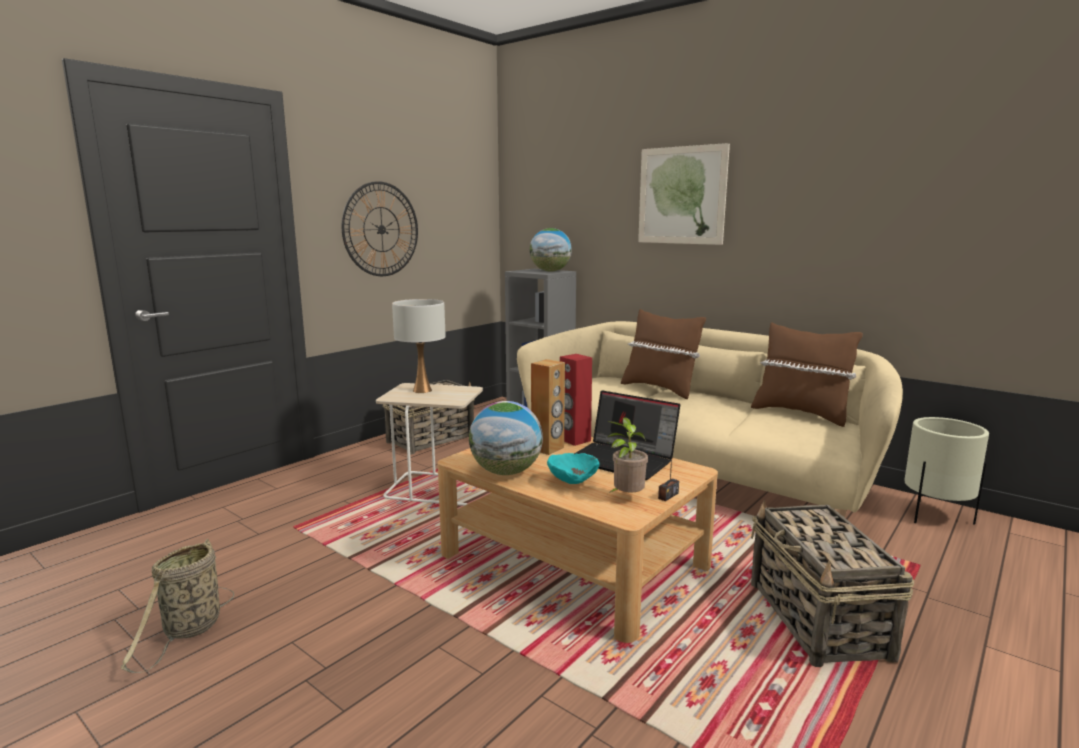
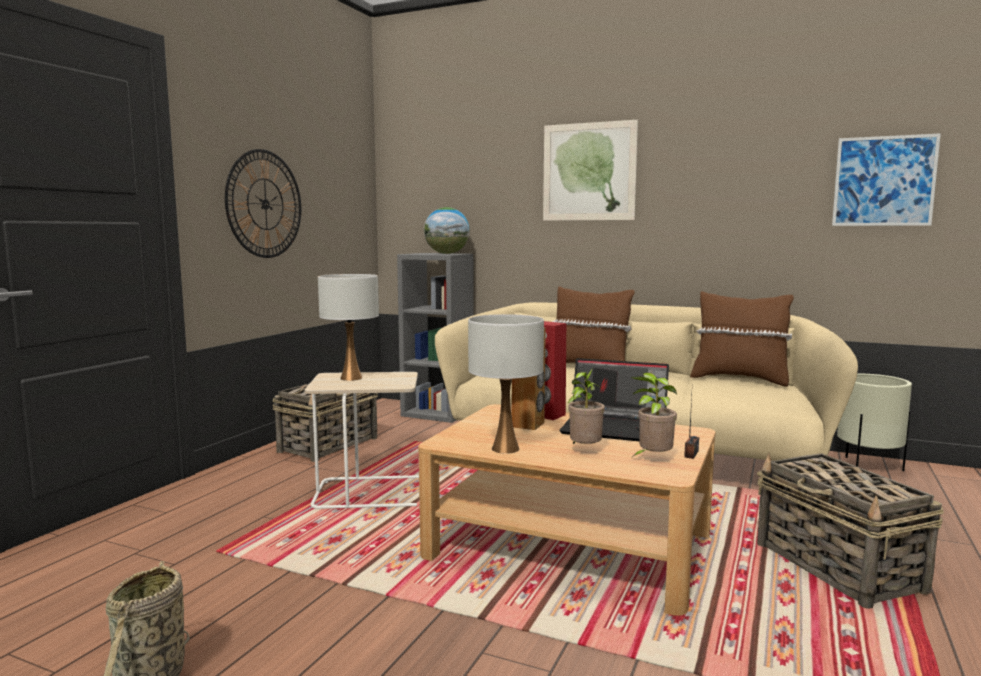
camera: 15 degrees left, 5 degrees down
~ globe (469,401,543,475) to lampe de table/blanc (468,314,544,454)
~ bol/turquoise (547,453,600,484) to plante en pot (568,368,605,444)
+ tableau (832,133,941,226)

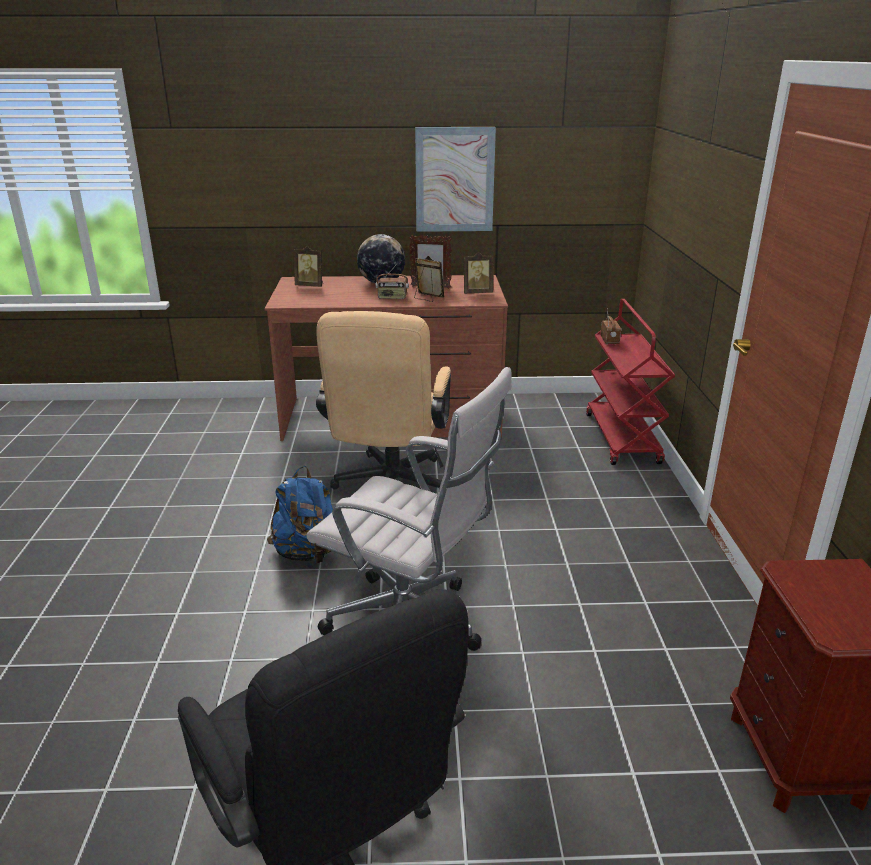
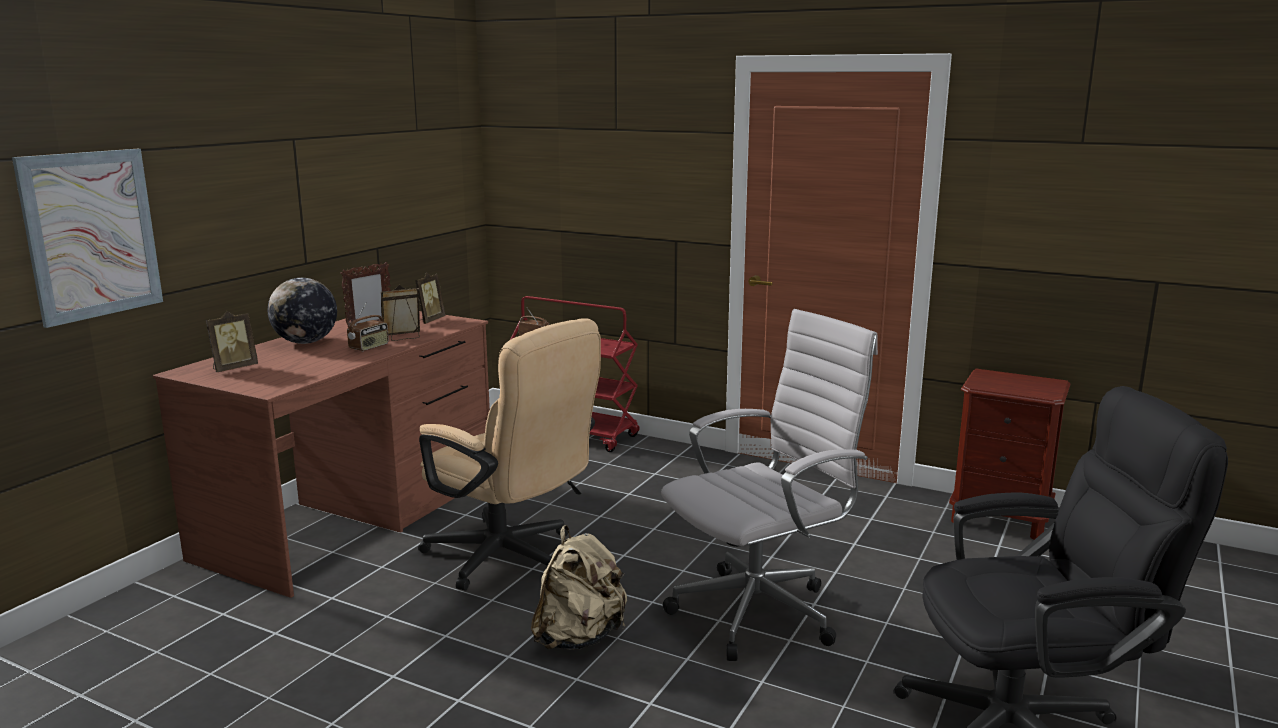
camera: 60 degrees left, 10 degrees down
~ tableau (415,127,496,232) to (12,149,163,328)
~ sac à dos/bleu (267,466,333,563) to sac à dos/beige (531,525,627,650)

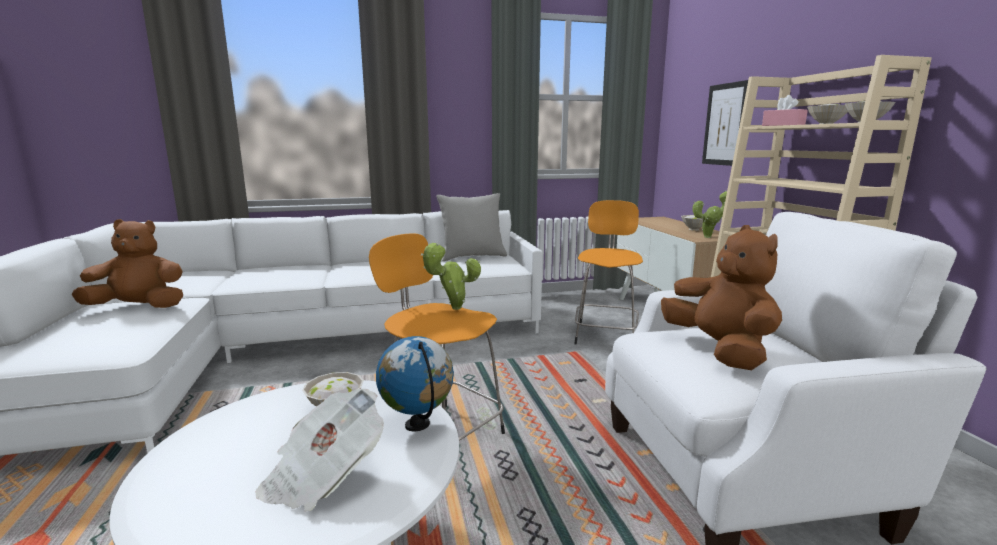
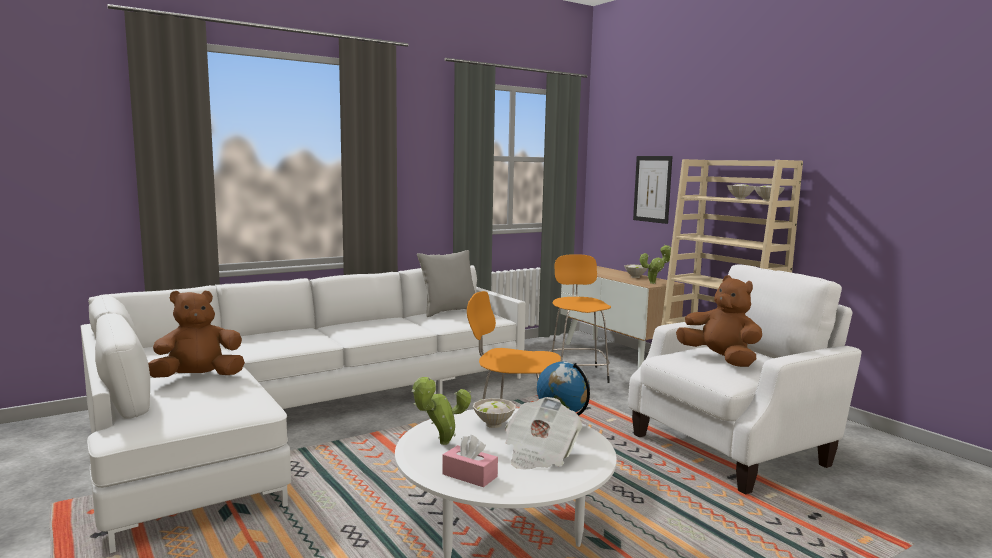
camera: 20 degrees left, 5 degrees down
~ plante en pot (421,243,481,310) to (412,377,471,445)
~ boîte à mouchoirs/rose (762,95,808,126) to (442,435,498,487)

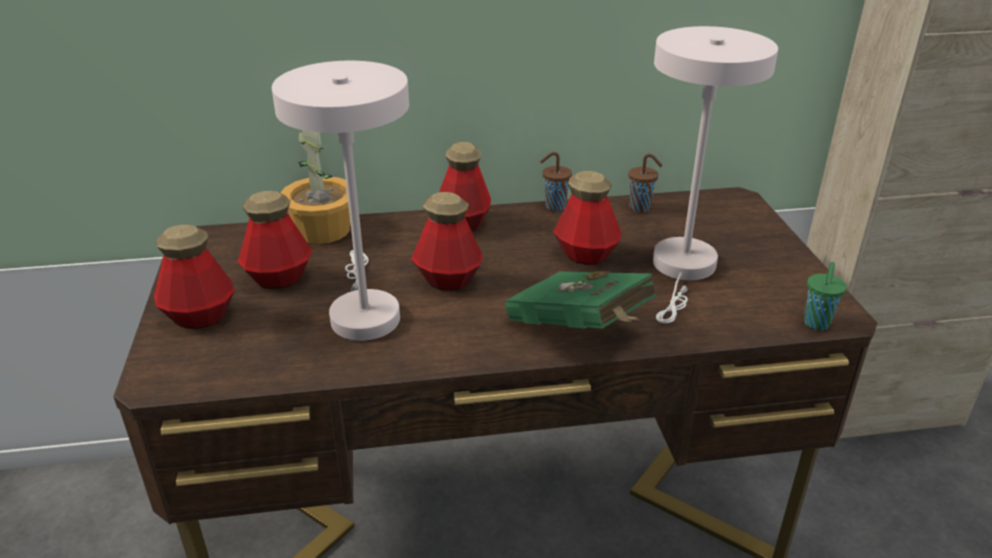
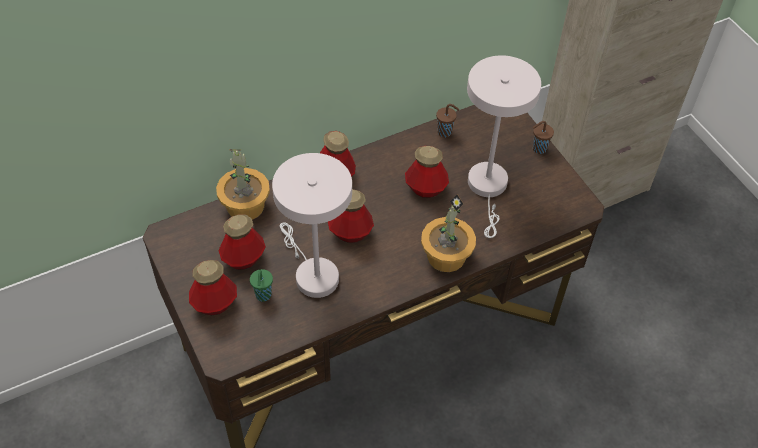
camera: 20 degrees left, 20 degrees up
~ tasse/vert (804,262,847,330) to (250,269,273,302)
~ livre/vert (505,271,656,329) to plante en pot (421,195,476,272)
~ tasse/marron (540,152,572,211) to (533,121,554,154)

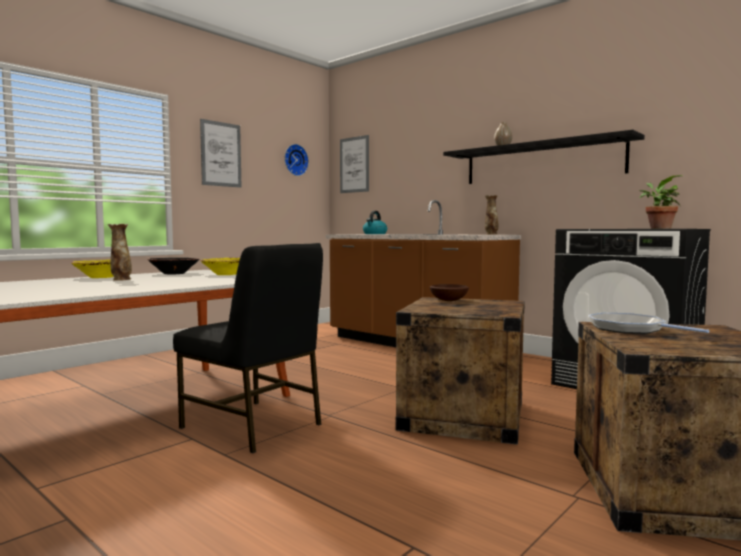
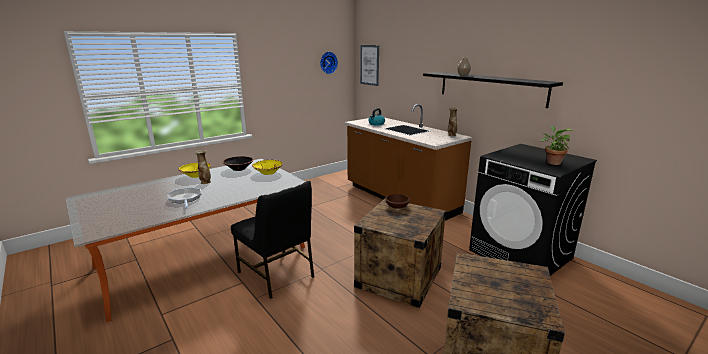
camera: 10 degrees right, 15 degrees up
~ poêle (588,313,710,334) to (168,188,201,209)
- tableau (200,119,241,188)

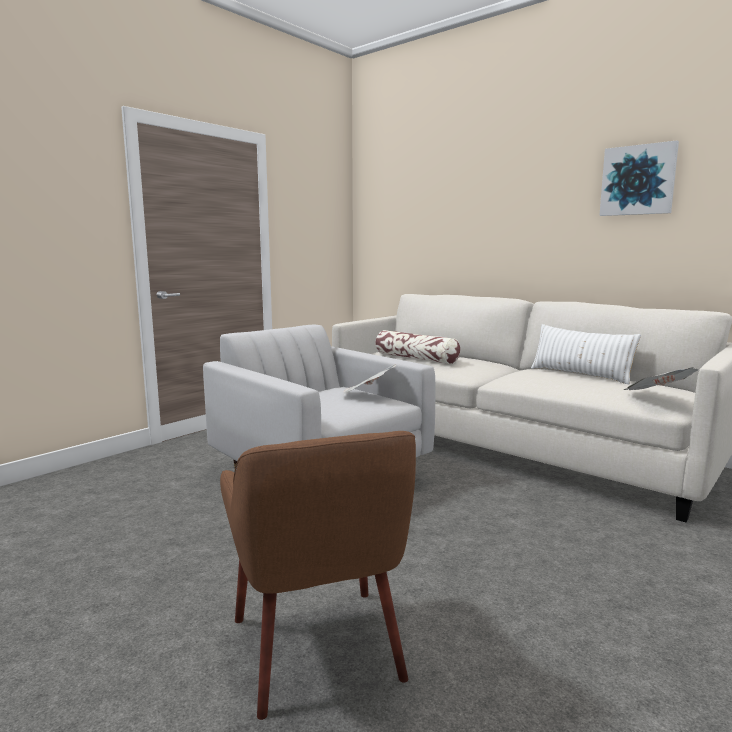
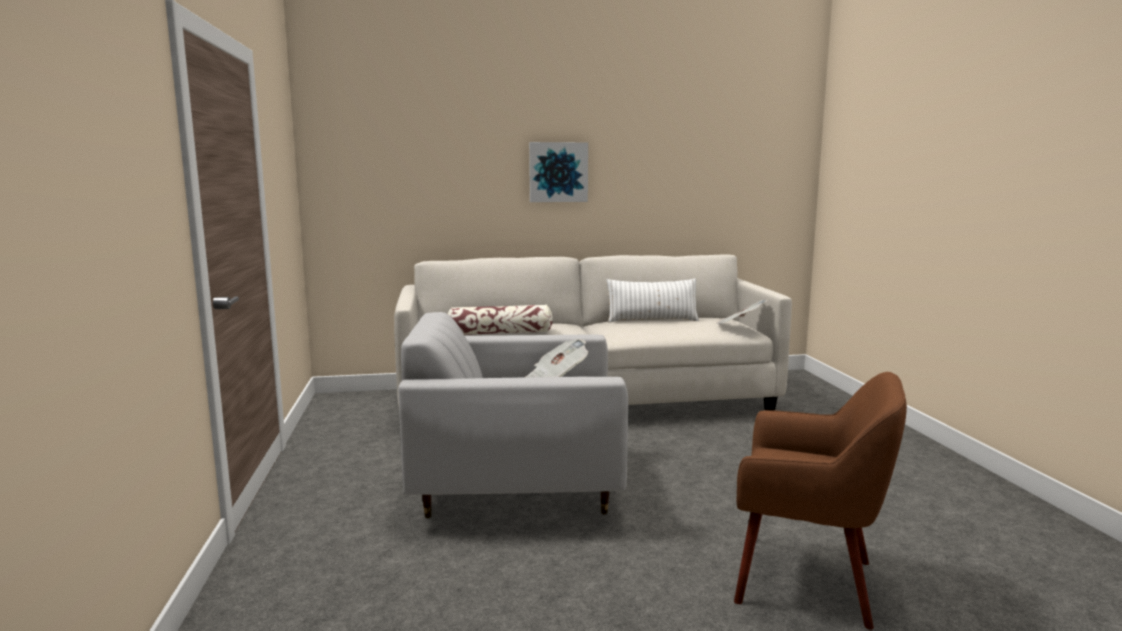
camera: 50 degrees left, 0 degrees up
~ tableau (599,140,679,216) to (529,142,588,202)

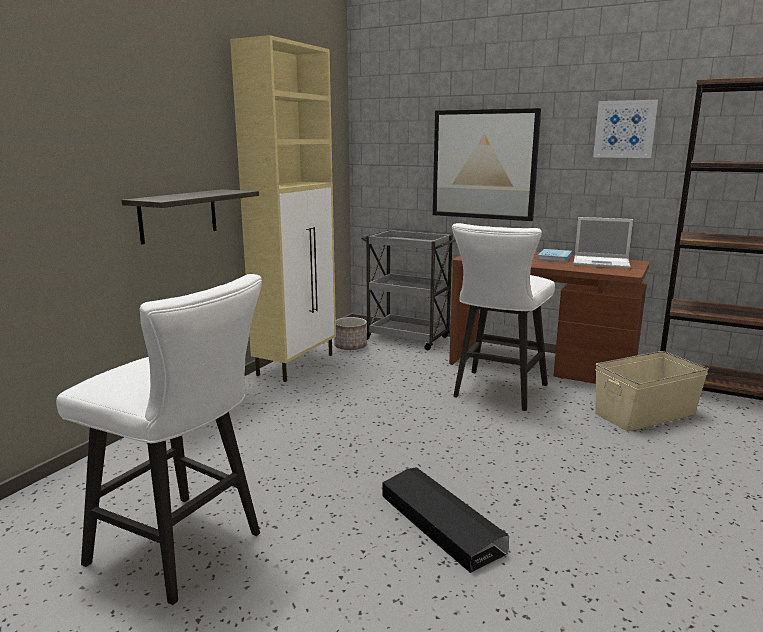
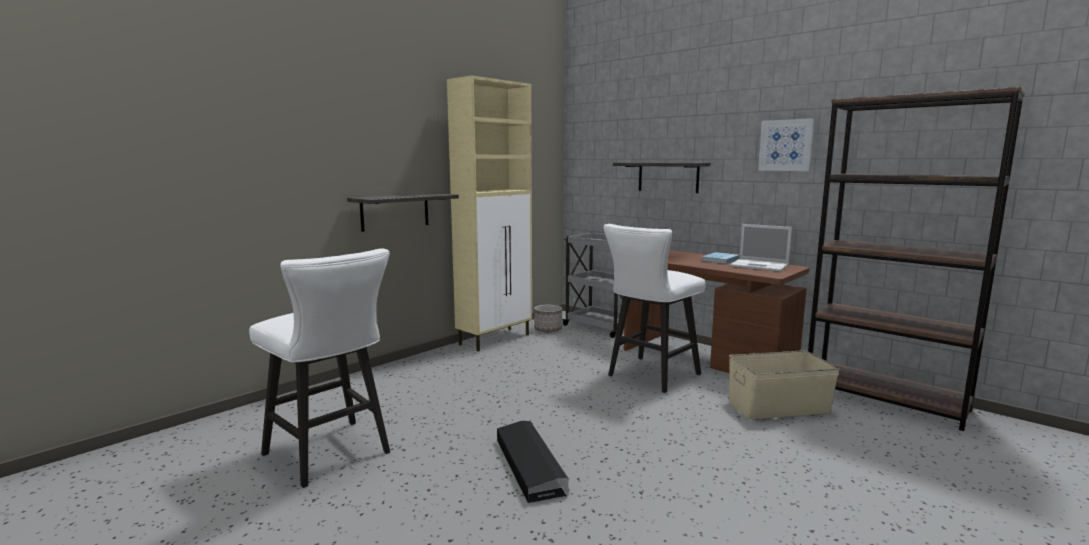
camera: 15 degrees right, 5 degrees down
~ tableau (433,108,541,221) to étagère (613,162,710,193)

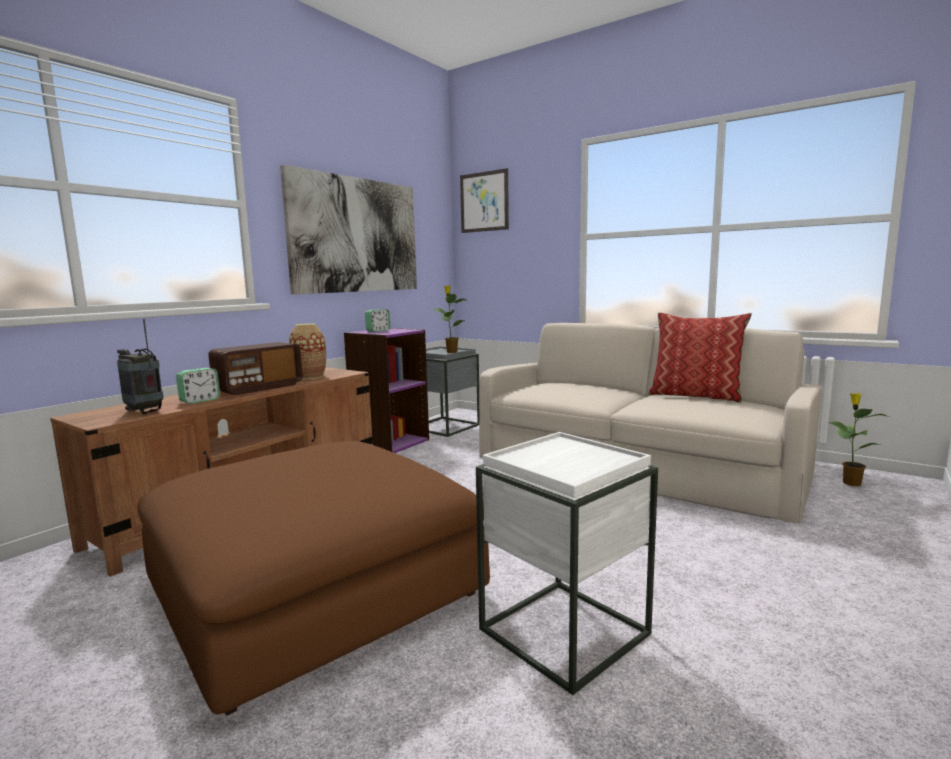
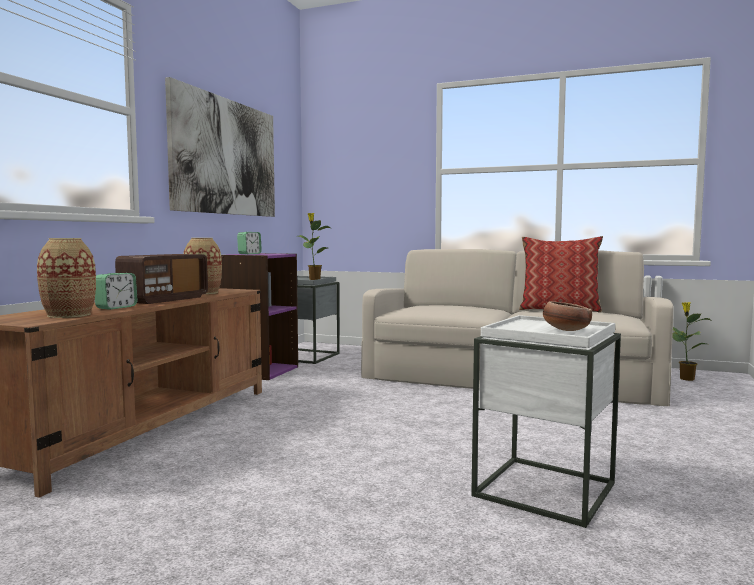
camera: 15 degrees left, 5 degrees down
~ radio (117,319,164,414) to vase (37,238,96,318)
+ bol (543,301,592,331)
- pouf/marron (137,441,490,716)
- tableau (460,168,509,233)

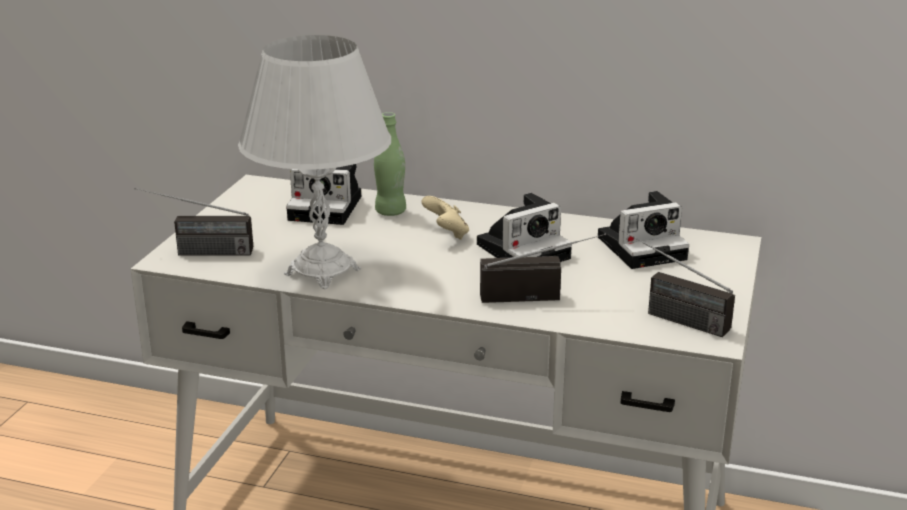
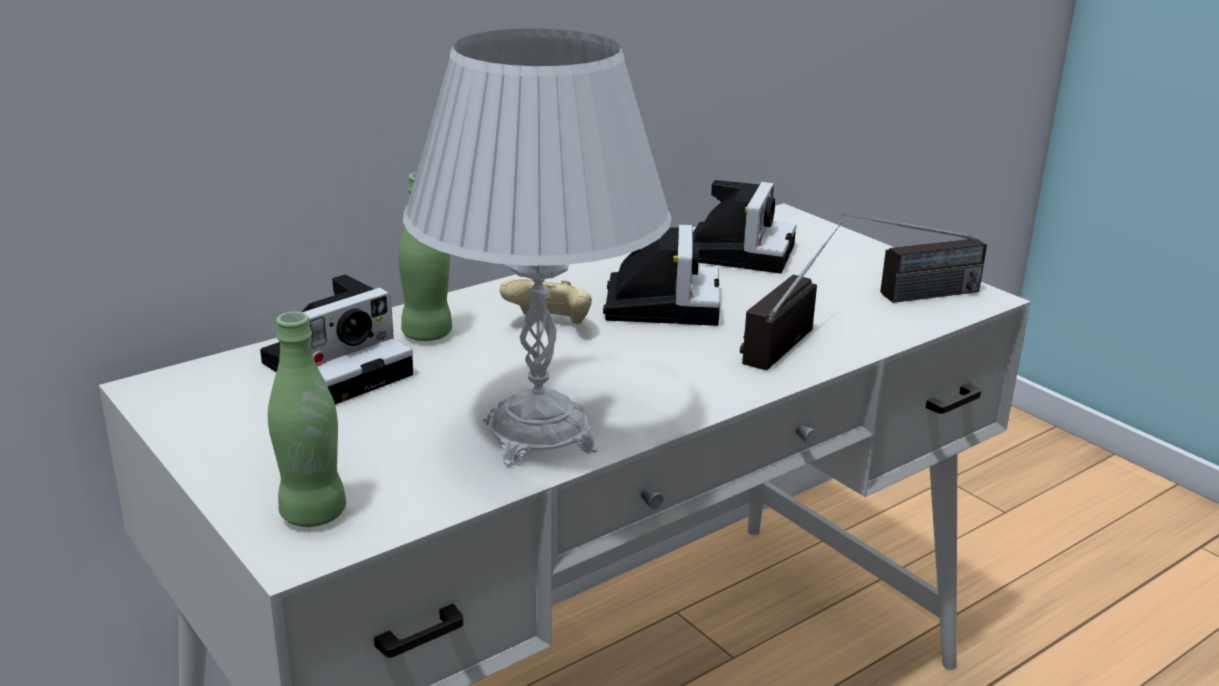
camera: 55 degrees left, 0 degrees up
~ radio (134,188,253,256) to bouteille/vert (268,312,346,527)

